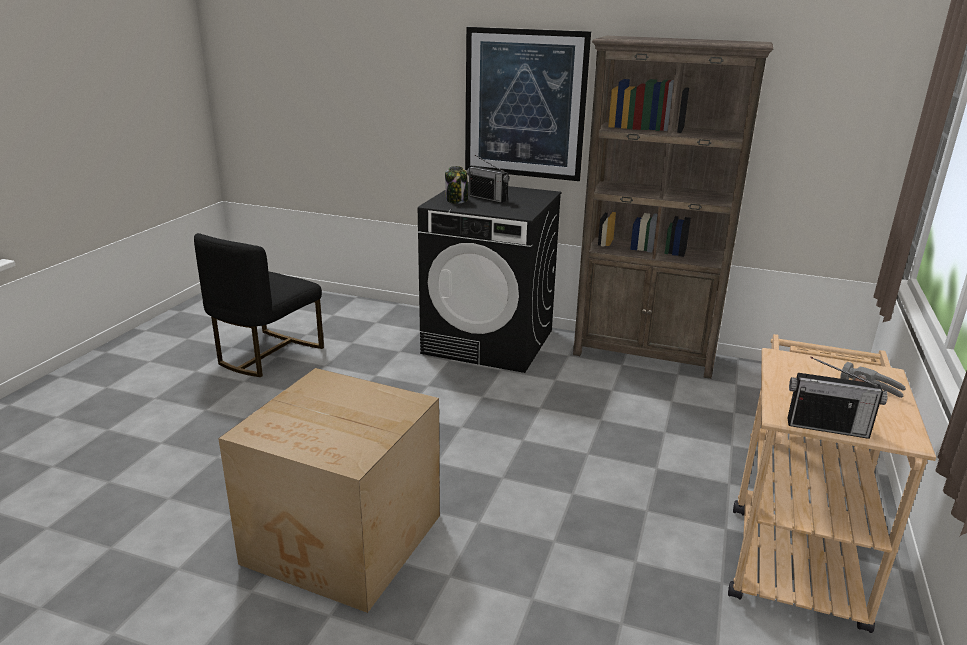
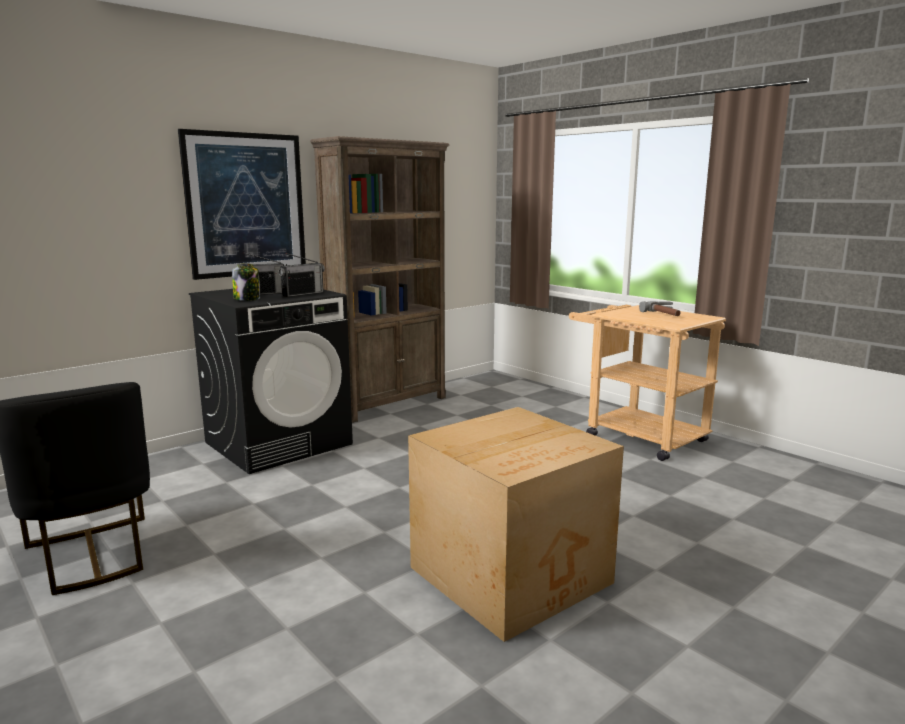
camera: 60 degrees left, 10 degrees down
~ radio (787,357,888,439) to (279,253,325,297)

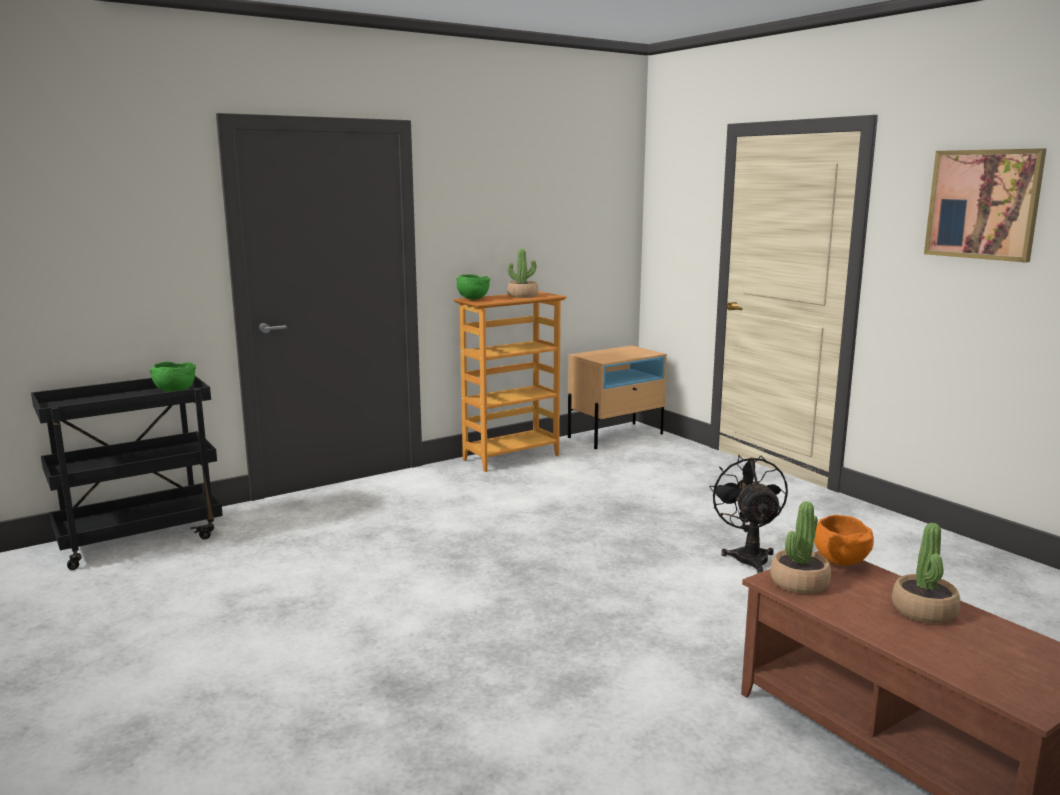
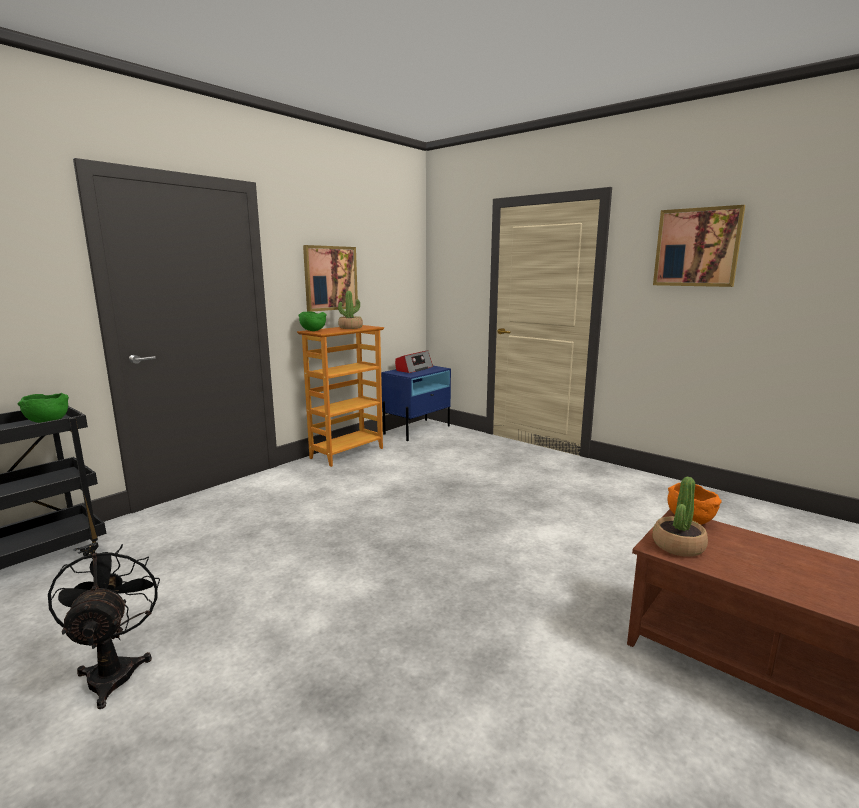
camera: 15 degrees left, 0 degrees up
~ ventilateur/noir (710,455,788,573) to (48,544,160,709)
+ tableau (303,245,358,312)
~ table de chevet/beige (568,345,667,449) to table de chevet/bleu (381,366,451,441)
+ radio (395,350,433,373)
- plante en pot (892,523,960,623)

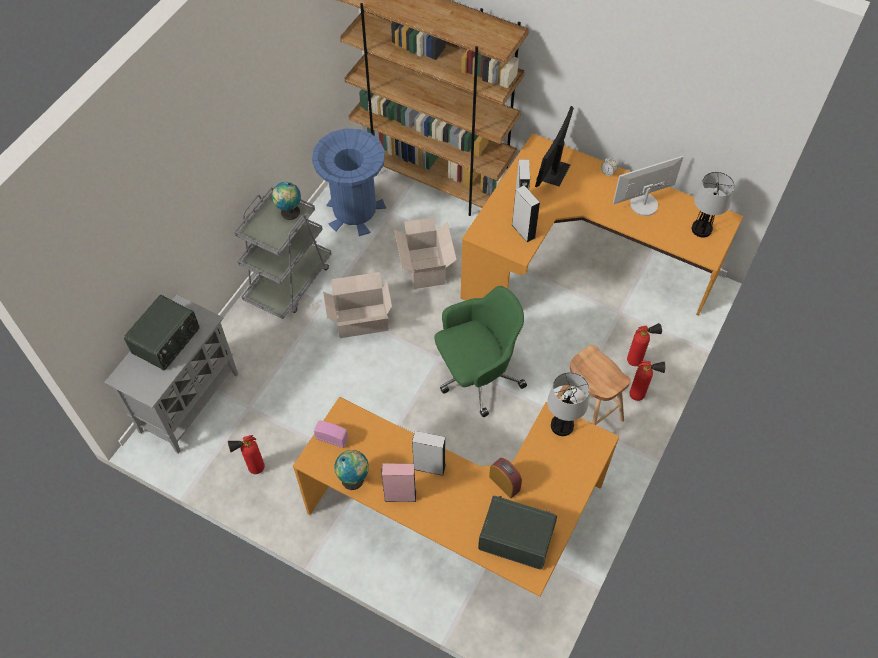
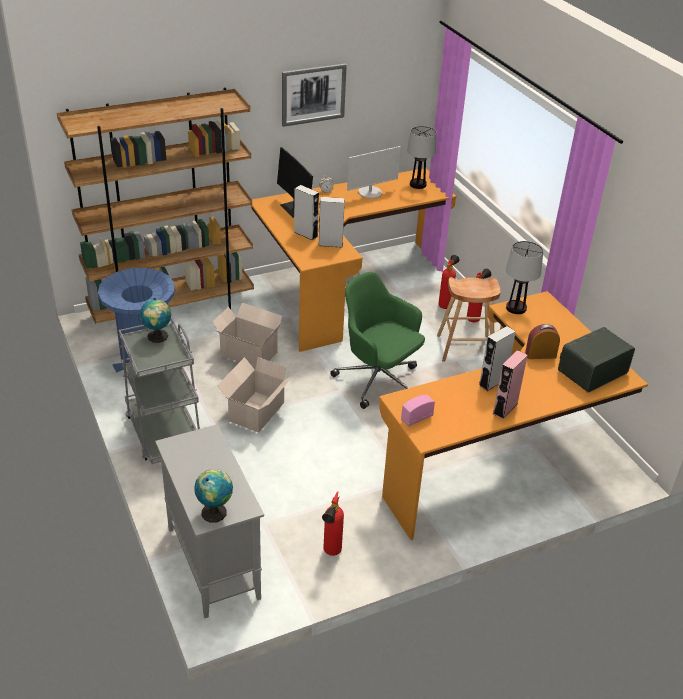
camera: 55 degrees left, 20 degrees down
~ globe (334,450,369,490) to (194,469,233,523)
+ tableau (282,64,347,127)
~ chaise de bureau/vert (434,286,527,417) = (330,272,425,409) 60 degrees counterclockwise
~ écran d'ordinateur (613,156,683,216) = (347,146,401,199) 135 degrees counterclockwise
- radio (124,295,199,371)

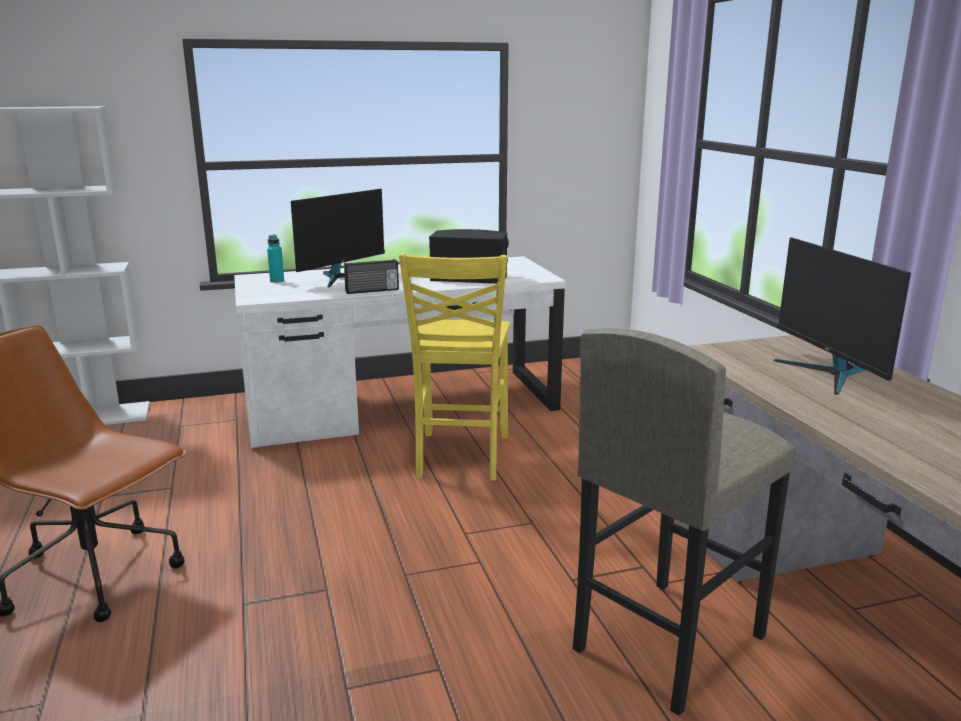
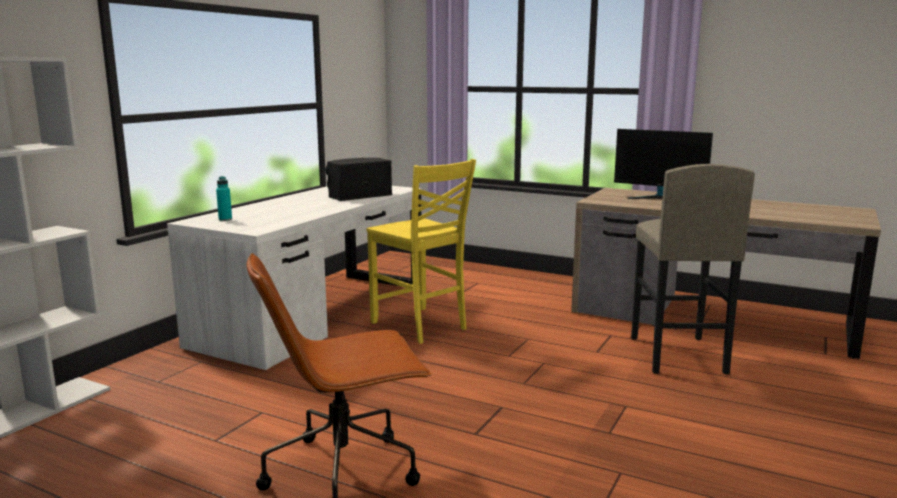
camera: 45 degrees left, 5 degrees down
- écran d'ordinateur (291,189,385,287)
- radio (344,259,399,294)

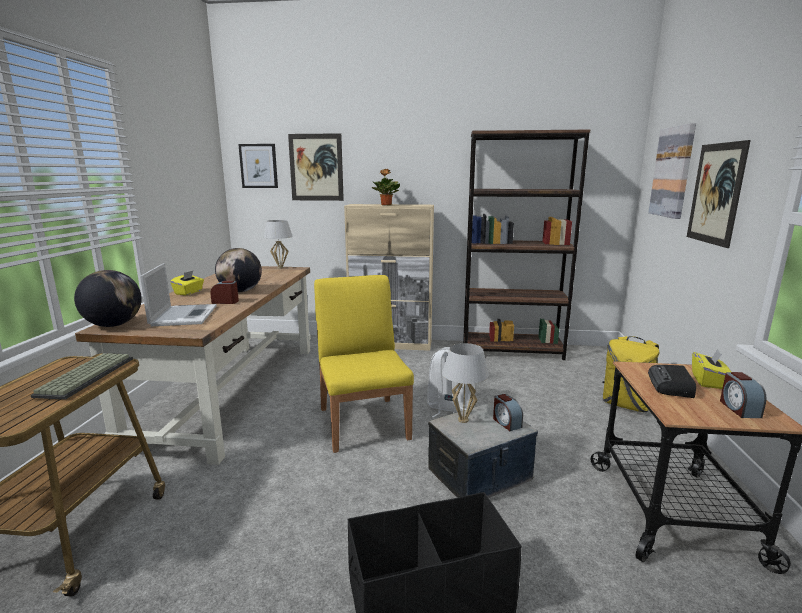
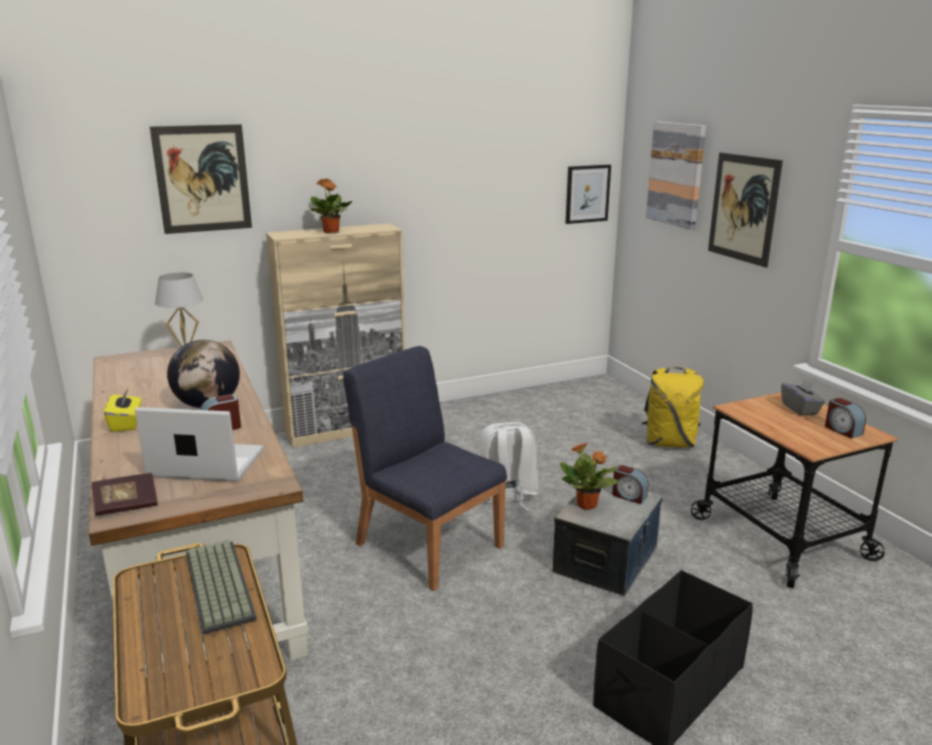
camera: 30 degrees left, 5 degrees up
~ globe (74,270,142,327) to livre (91,473,158,516)
~ ordinateur portable (140,263,217,326) = (135,407,264,482) 45 degrees counterclockwise
~ chaise/jaune (314,275,414,453) to chaise/bleu (343,346,507,591)
~ lampe de table/blanc (442,343,489,423) to plante en pot (559,443,619,510)
~ tableau (238,144,278,188) to (566,165,611,224)
~ boîte à mouchoirs/jaune (692,349,731,389) to boîte à mouchoirs/gris (781,377,825,416)
- bibliothèque/marron (463,130,590,360)
- radio (648,365,696,398)

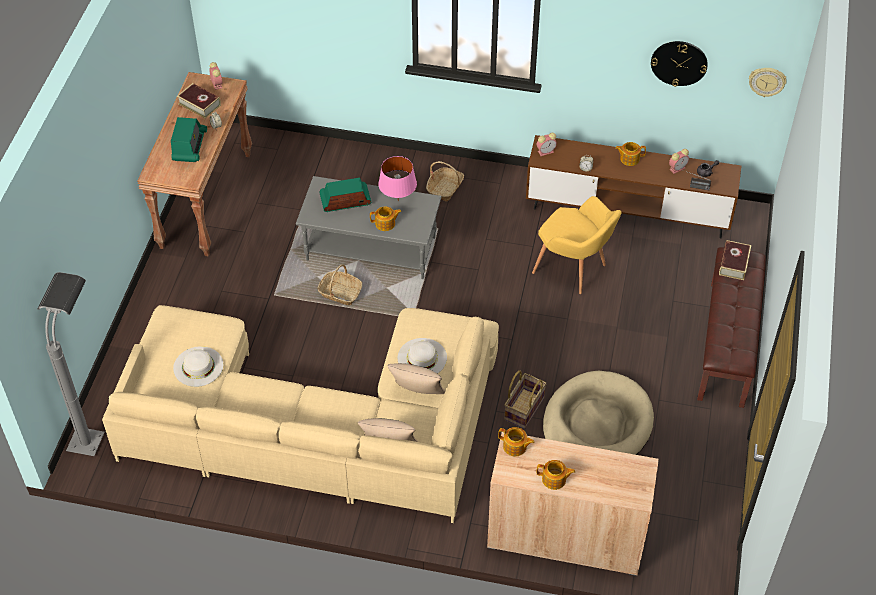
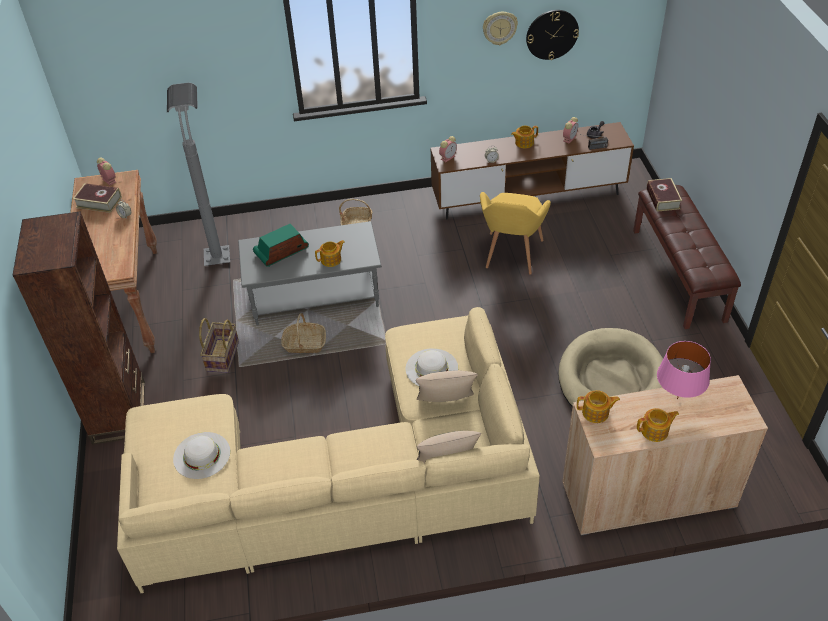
camera: 20 degrees left, 5 degrees down
+ bibliothèque/marron (13,211,145,445)
~ lampadaire/gris (38,272,105,456) to (167,83,230,266)
~ panier (504,370,547,429) to (199,318,239,373)
~ fauteuil/jaune (532,196,621,294) = (480,192,551,274) 90 degrees clockwise
~ horloge murale (749,68,787,97) to (483,12,518,45)
~ lampe de table/rose (378,156,417,201) to (657,341,711,399)
- radio (171,117,207,162)

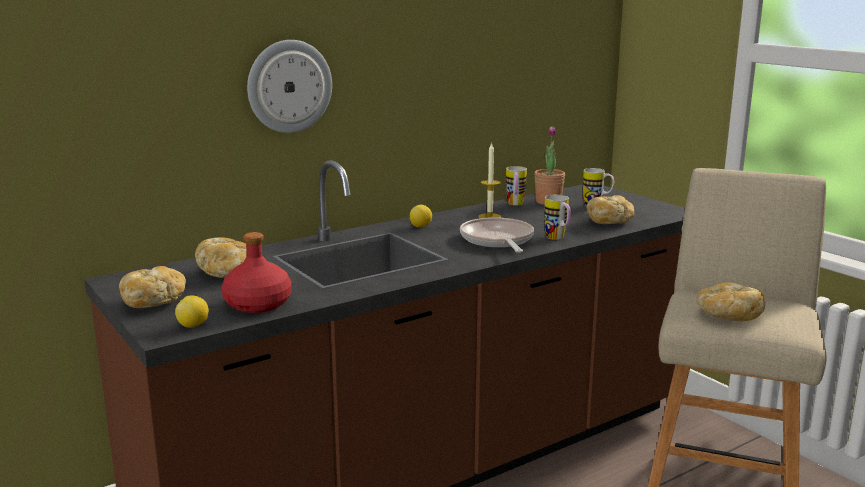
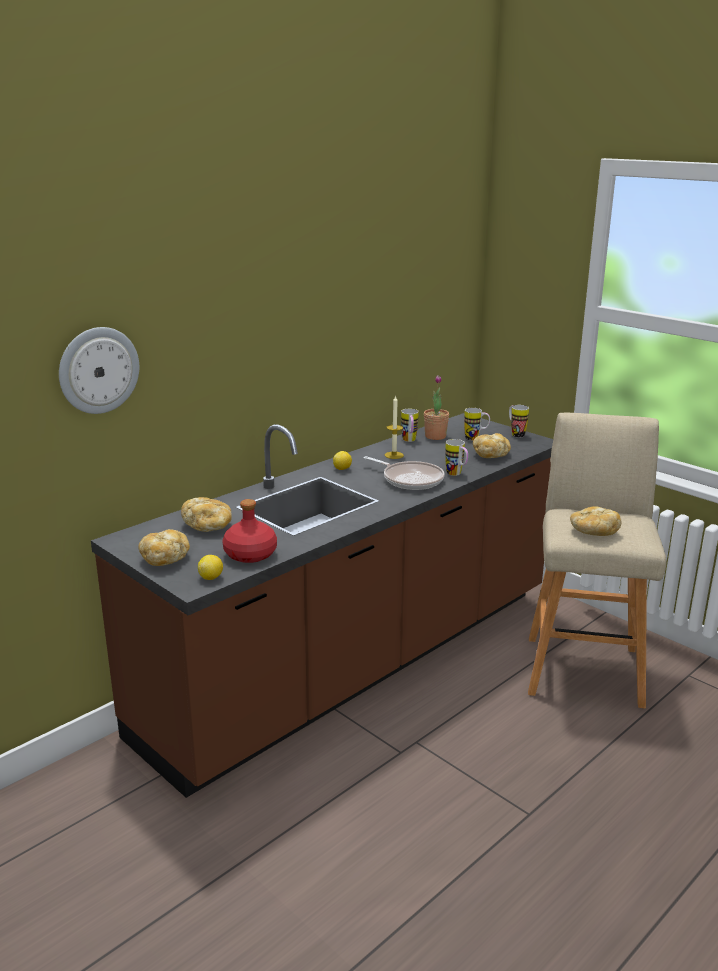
camera: 10 degrees left, 5 degrees up
~ horloge murale (247,40,332,133) to (59,327,139,414)
~ poêle (460,217,534,253) = (363,456,445,490) 150 degrees clockwise
+ mug (509,405,529,437)

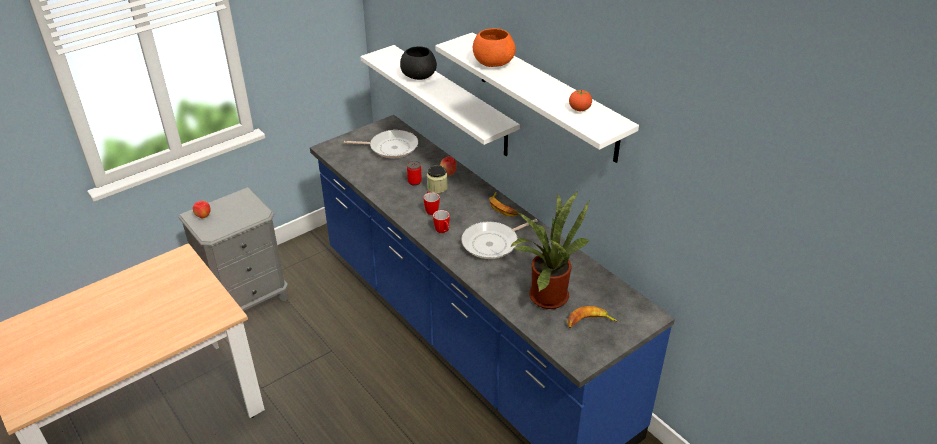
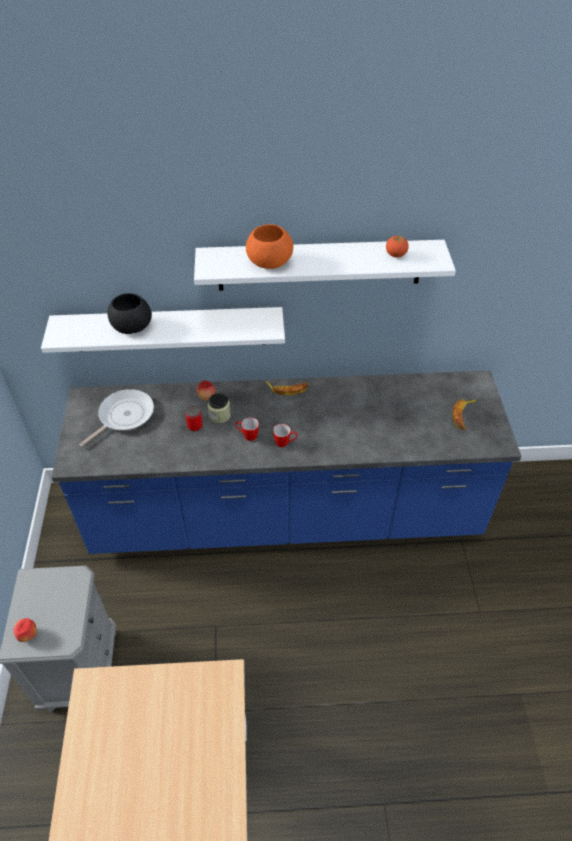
camera: 55 degrees left, 10 degrees up
- poêle (461,219,538,259)
- plante en pot (511,191,590,309)

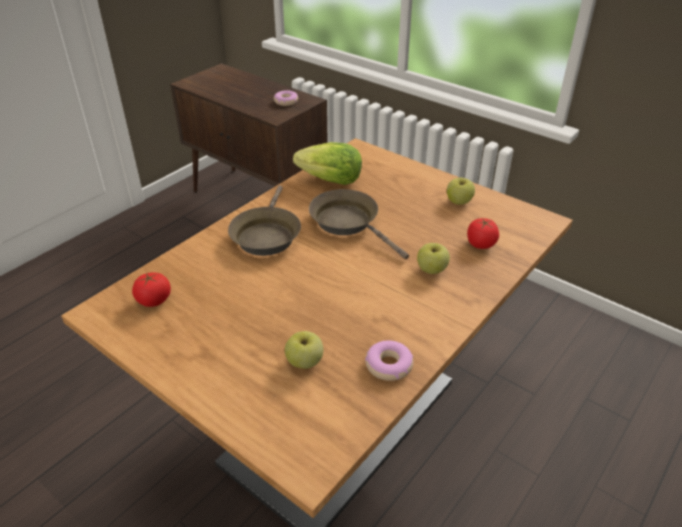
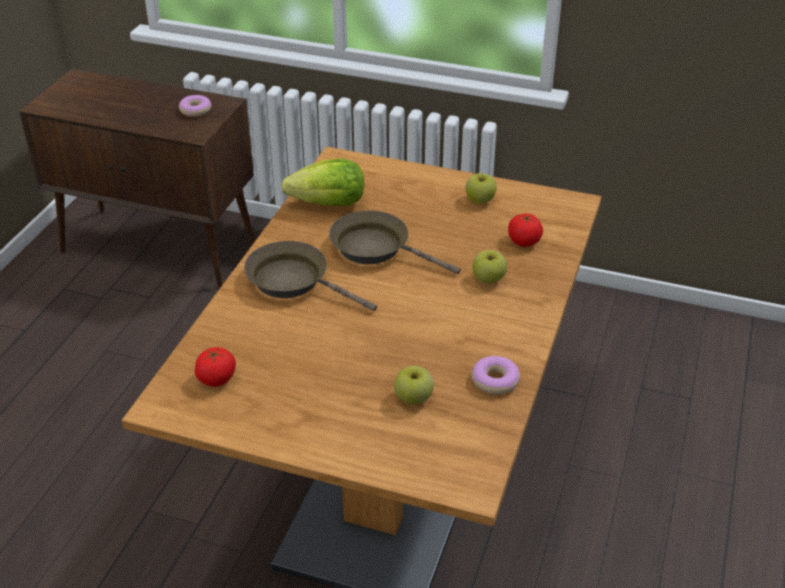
camera: 20 degrees left, 0 degrees up
~ poêle/marron (228,185,301,256) = (244,241,377,311) 135 degrees clockwise

